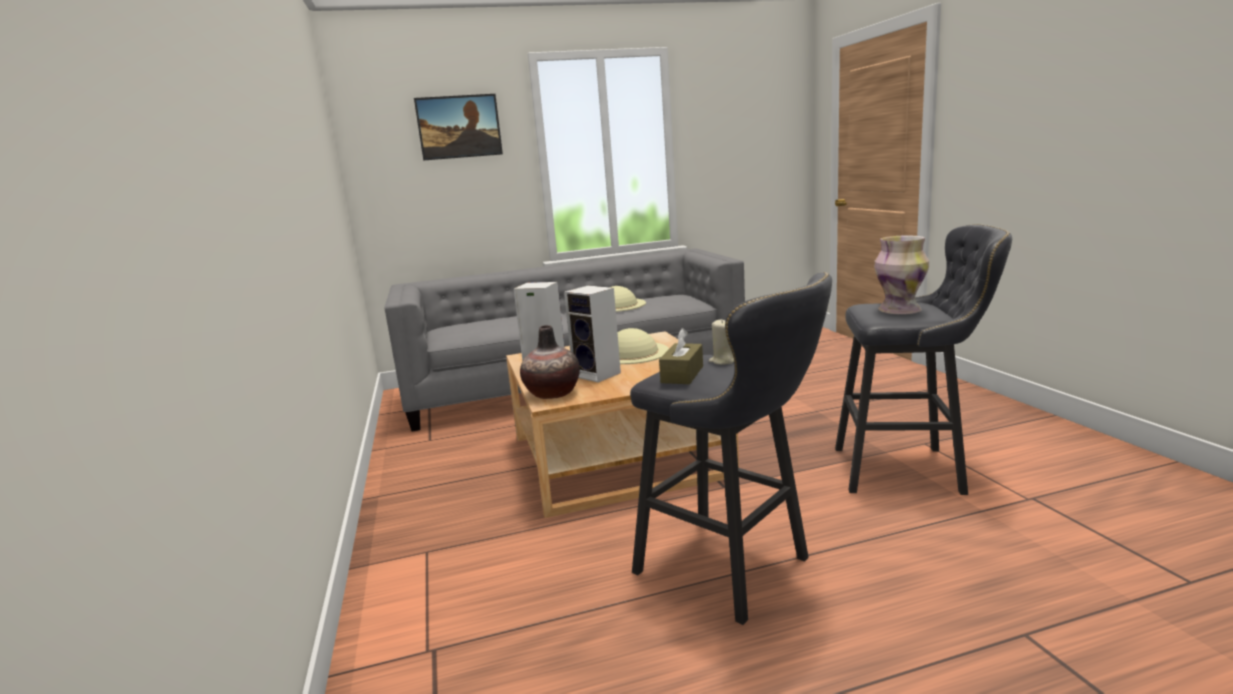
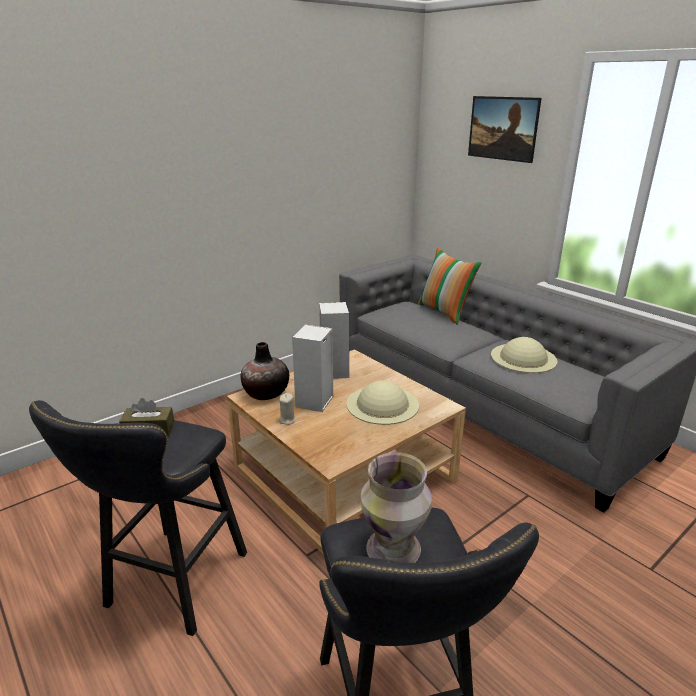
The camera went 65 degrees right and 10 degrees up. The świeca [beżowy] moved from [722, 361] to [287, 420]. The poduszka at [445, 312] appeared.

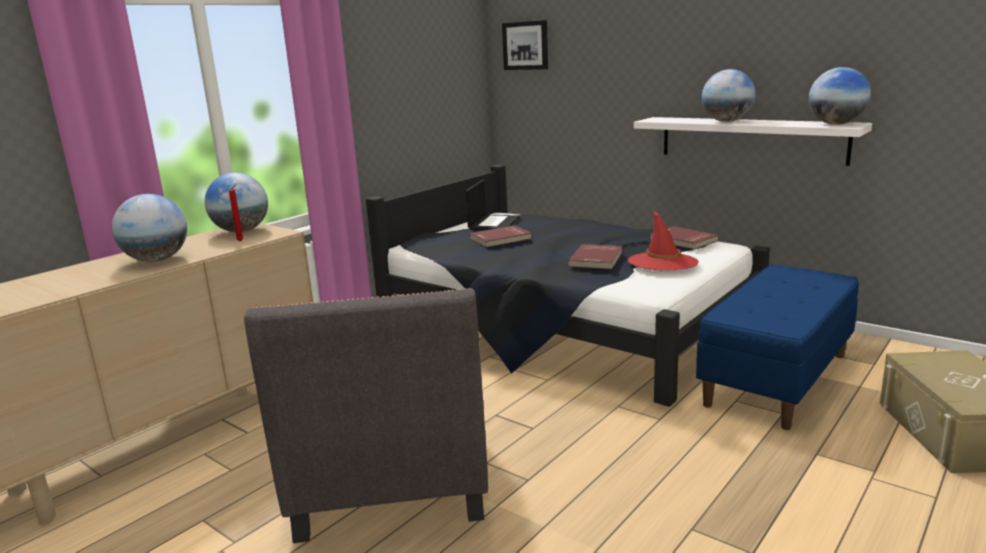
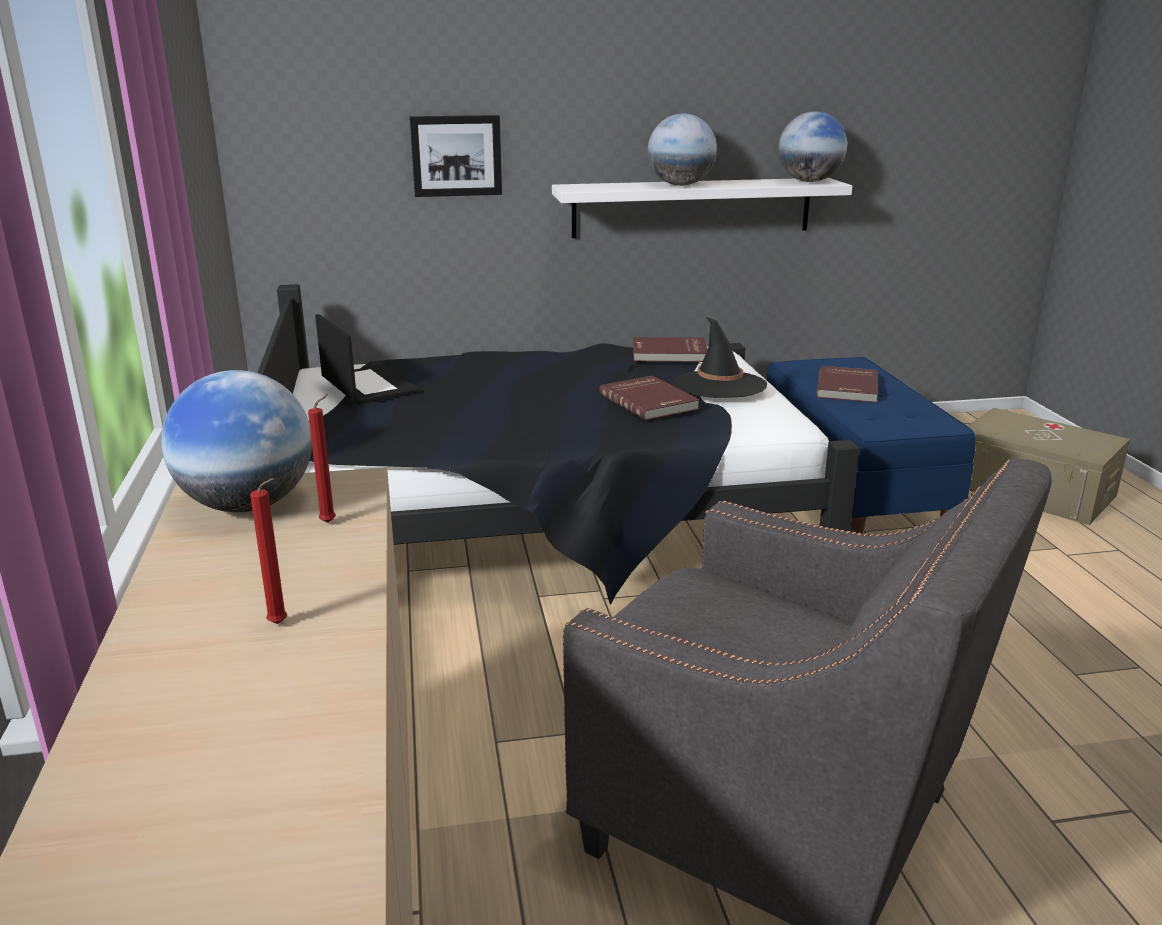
The camera went 50 degrees left and 5 degrees up. The obraz moved from [525, 45] to [456, 155]. The globus at [157, 260] was replaced by the świeca [czerwony] at [280, 624]. The kapelusz [czerwony] at [662, 262] became the kapelusz [czarny] at [719, 385]. The książka [czerwony] moved from [501, 239] to [849, 388].

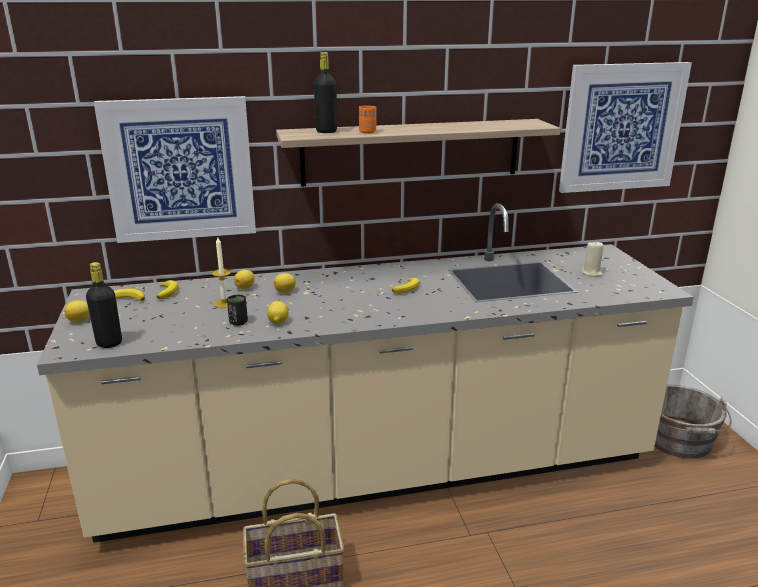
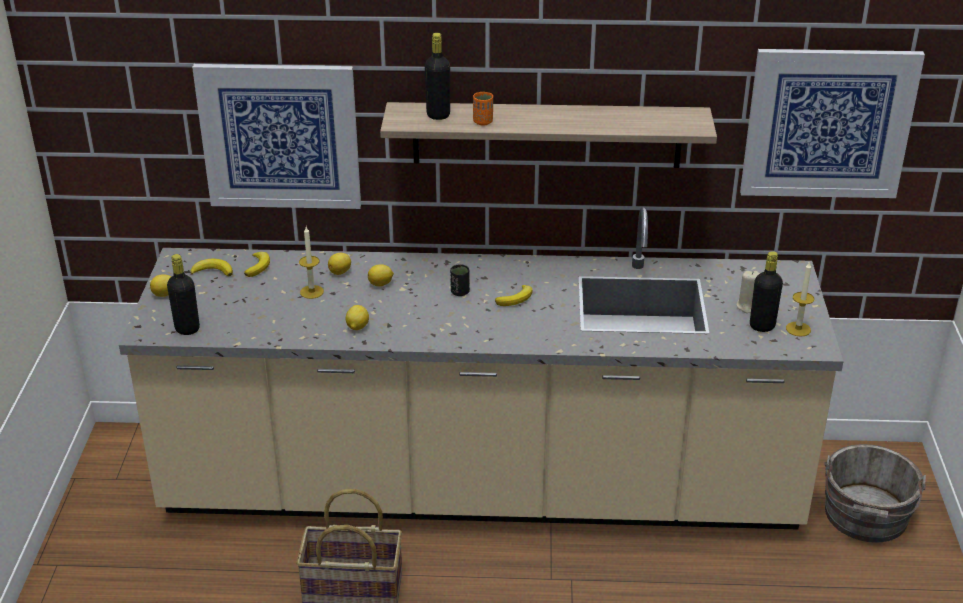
The camera went 15 degrees right and 10 degrees up. The filiżanka [czarny] moved from [238, 322] to [460, 292]. The butelka [czarny] at [762, 326] appeared. The świeca at [798, 329] appeared.

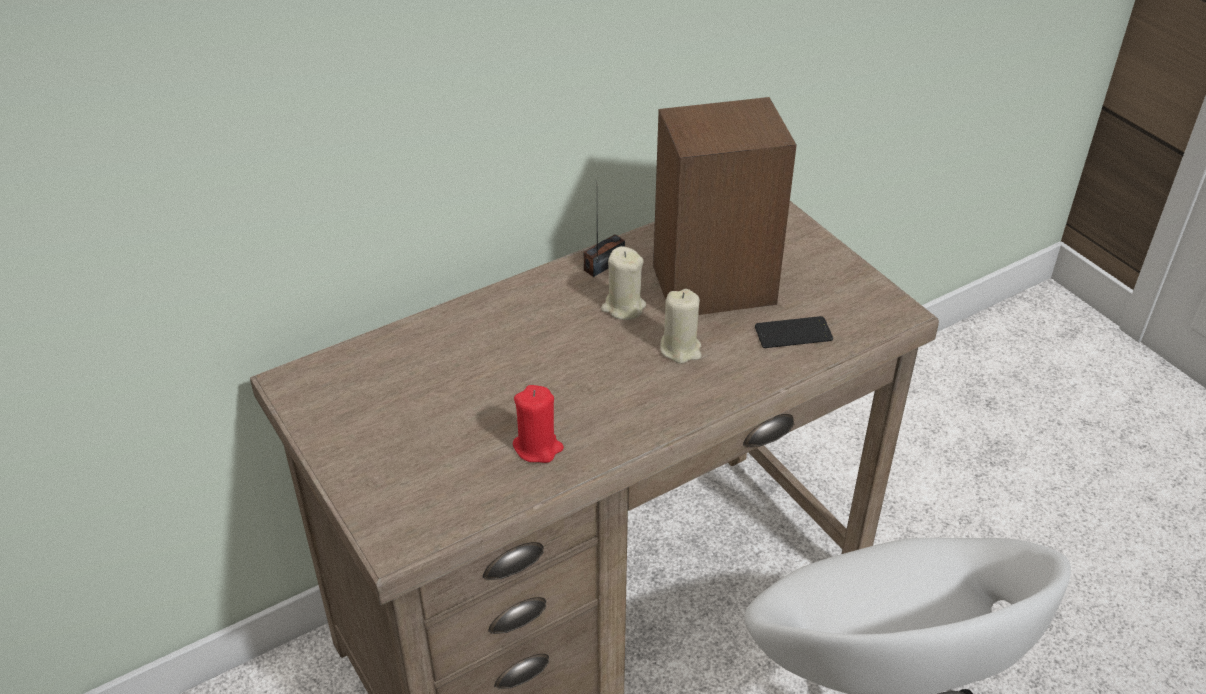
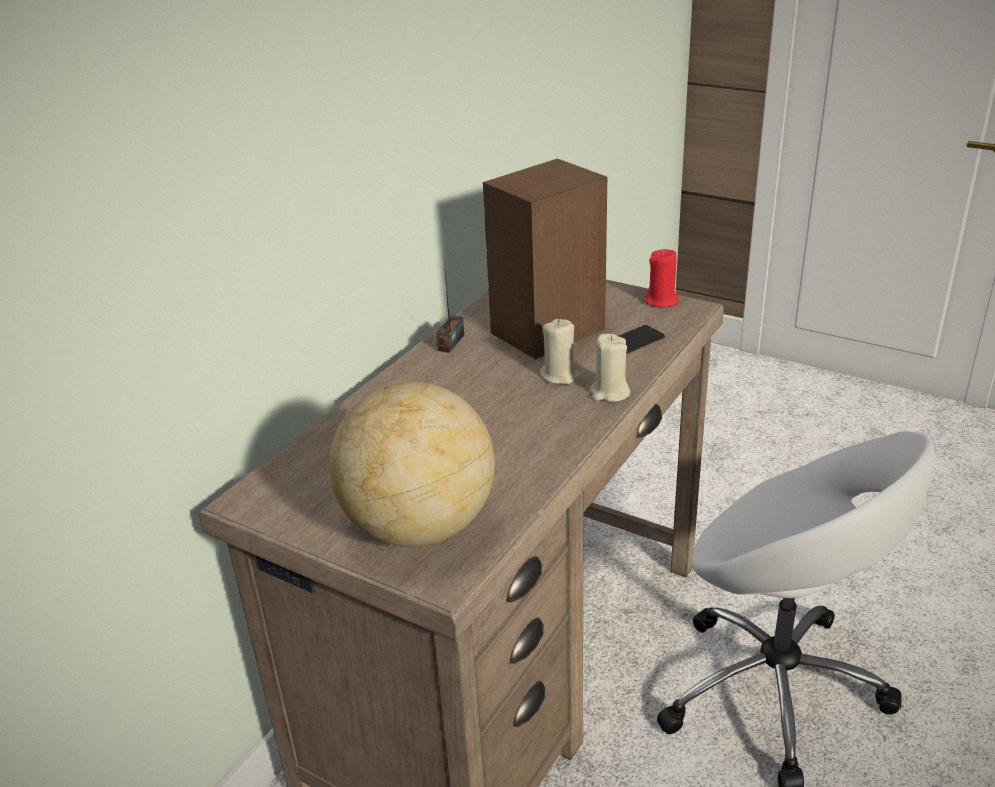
The camera went 25 degrees left and 10 degrees down. The świeca [beżowy] moved from [623, 307] to [609, 393]. The świeca [czerwony] moved from [538, 447] to [662, 301]. The globus at [418, 527] appeared.

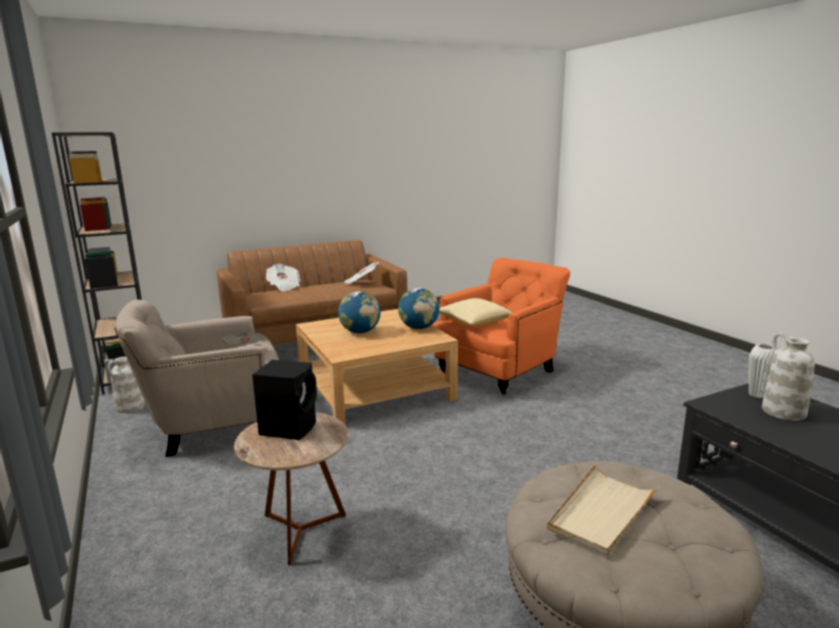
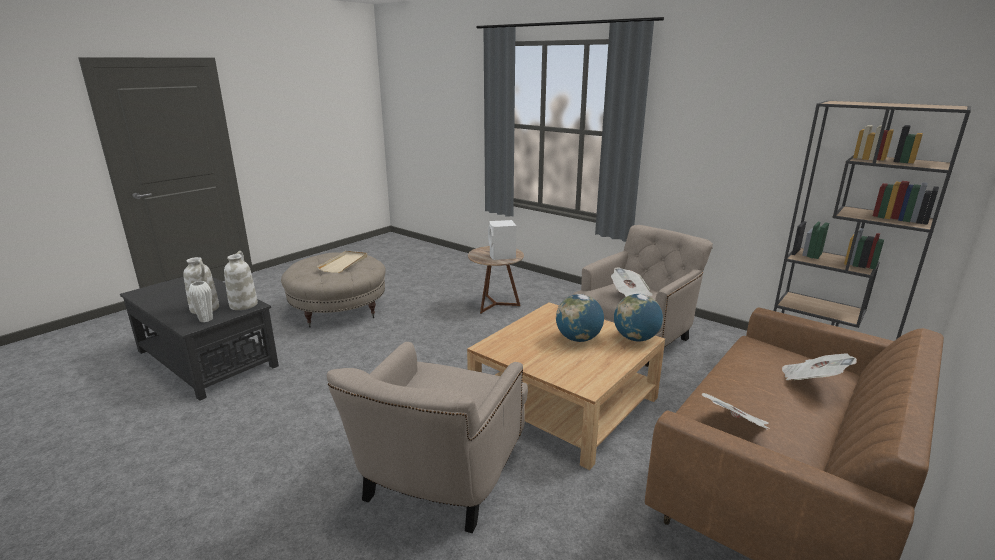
The camera went 155 degrees right and 5 degrees up. The fotel [pomarańczowy] at [500, 370] became the fotel [beżowy] at [439, 478]. The globus moved from [419, 328] to [635, 338]. The poduszka at [473, 323] disappeared. The wazon [biały] moved from [130, 407] to [243, 304]. The głośnik [czarny] at [289, 427] became the głośnik [biały] at [502, 256].

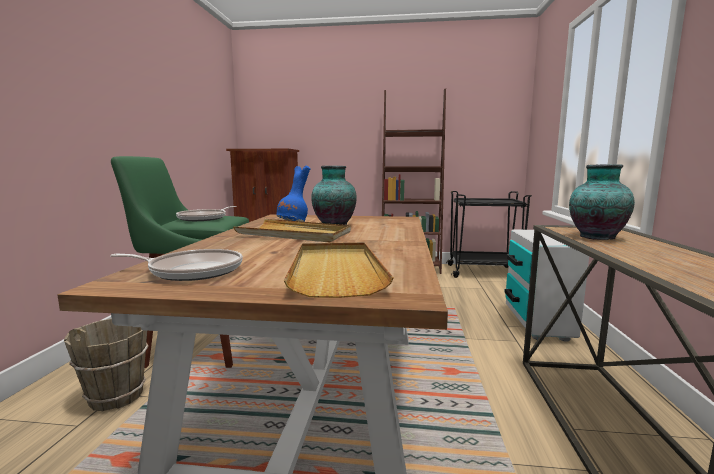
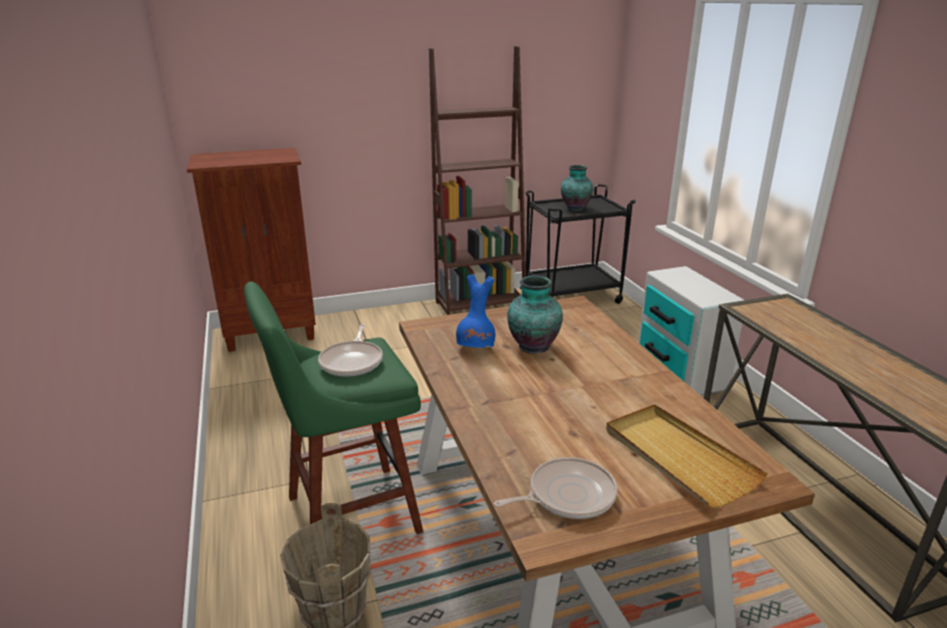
The camera went 25 degrees left and 15 degrees up. The wazon moved from [595, 237] to [574, 208]. The taca [beżowy] at [295, 234] disappeared.

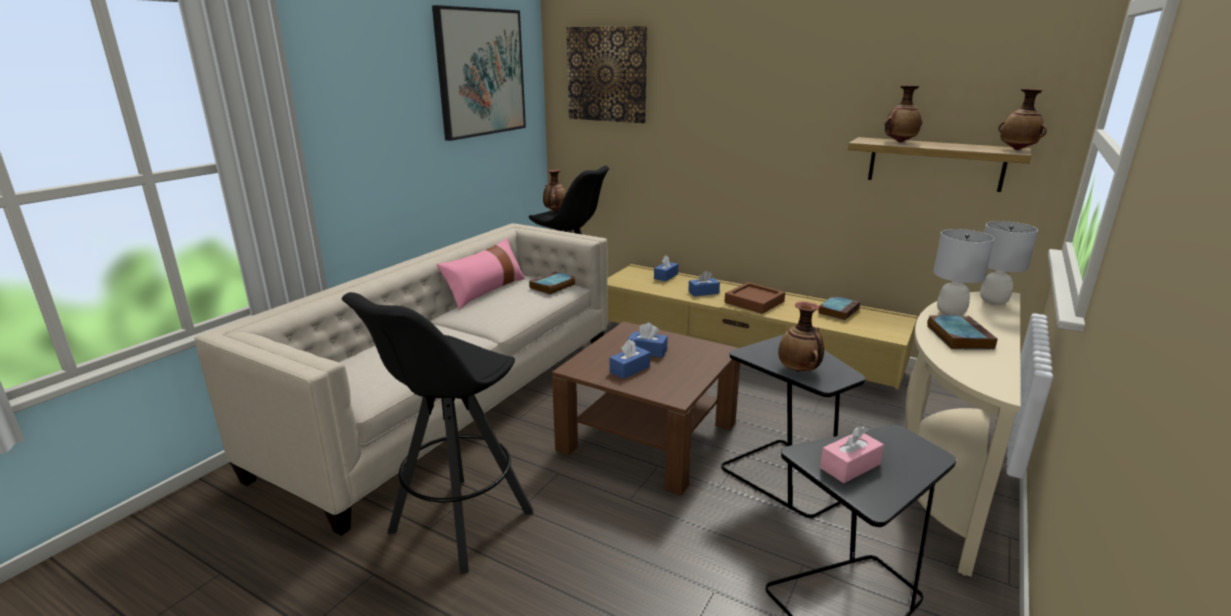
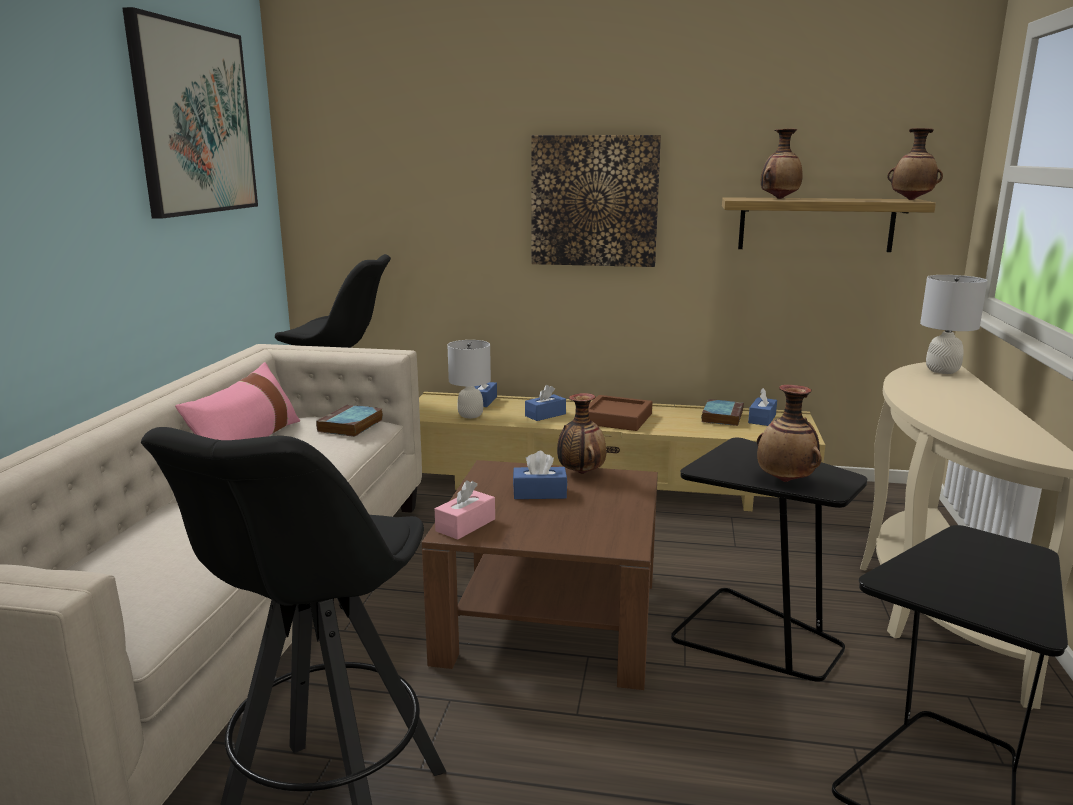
The camera went 20 degrees left and 5 degrees down. The obraz moved from [607, 74] to [594, 201]. The wazon moved from [555, 211] to [580, 473]. The lampa stołowa [szary] moved from [951, 313] to [471, 416]. The książka at [958, 336] disappeared. The pudełko chusteczek [niebieski] moved from [629, 369] to [762, 419]. The pudełko chusteczek [różowy] moved from [850, 466] to [465, 525].

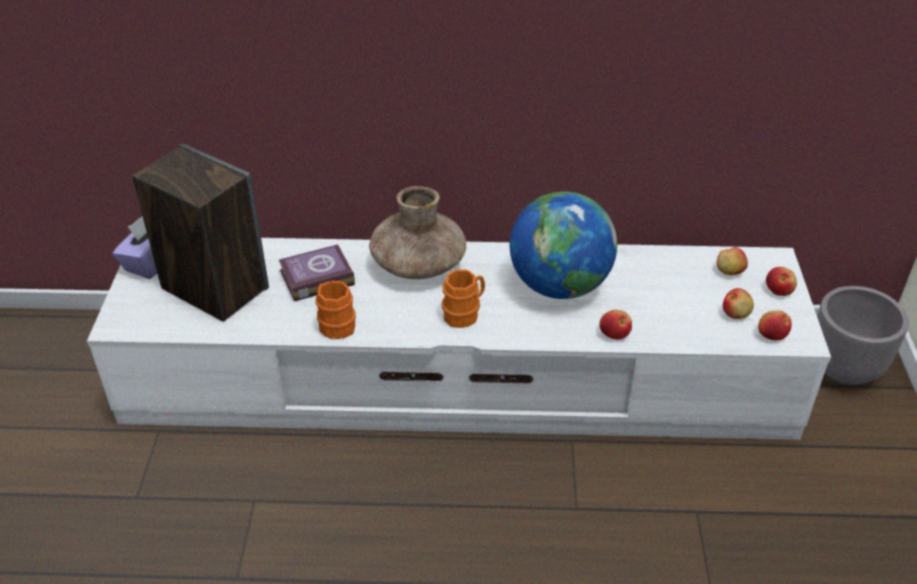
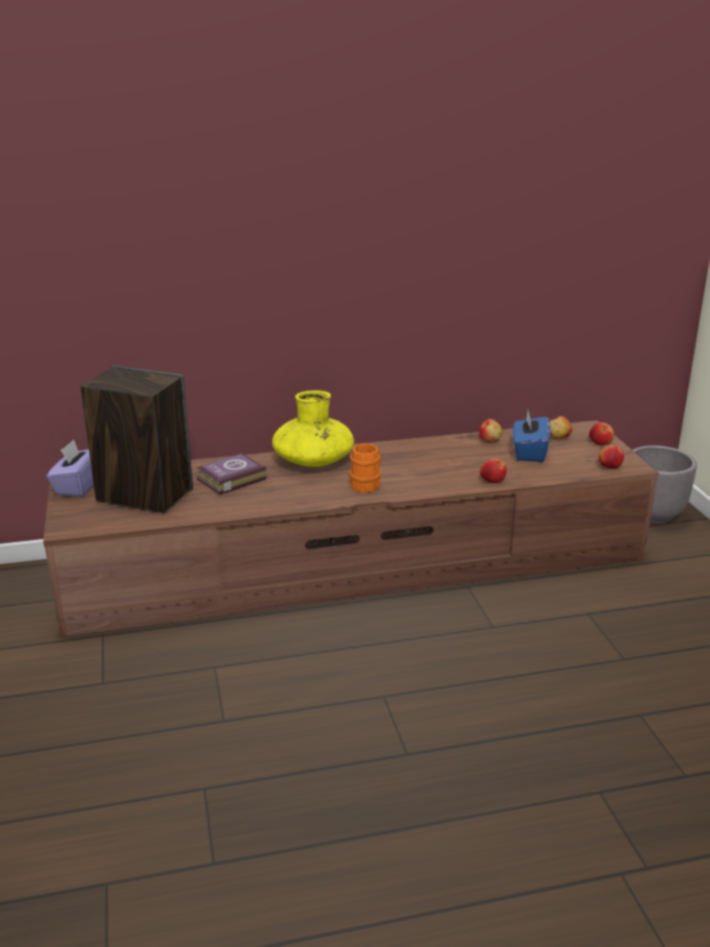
The camera went 15 degrees left and 15 degrees down. The wazon [brązowy] at [418, 264] became the wazon [żółty] at [313, 461]. The globus at [559, 286] disappeared. The szafka pod telewizor [biały] at [458, 375] became the szafka pod telewizor [brązowy] at [354, 560]. The kubek [pomarańczowy] at [334, 324] disappeared. The jabłko moved from [736, 313] to [490, 440]. The pudełko chusteczek [niebieski] at [529, 452] appeared.

